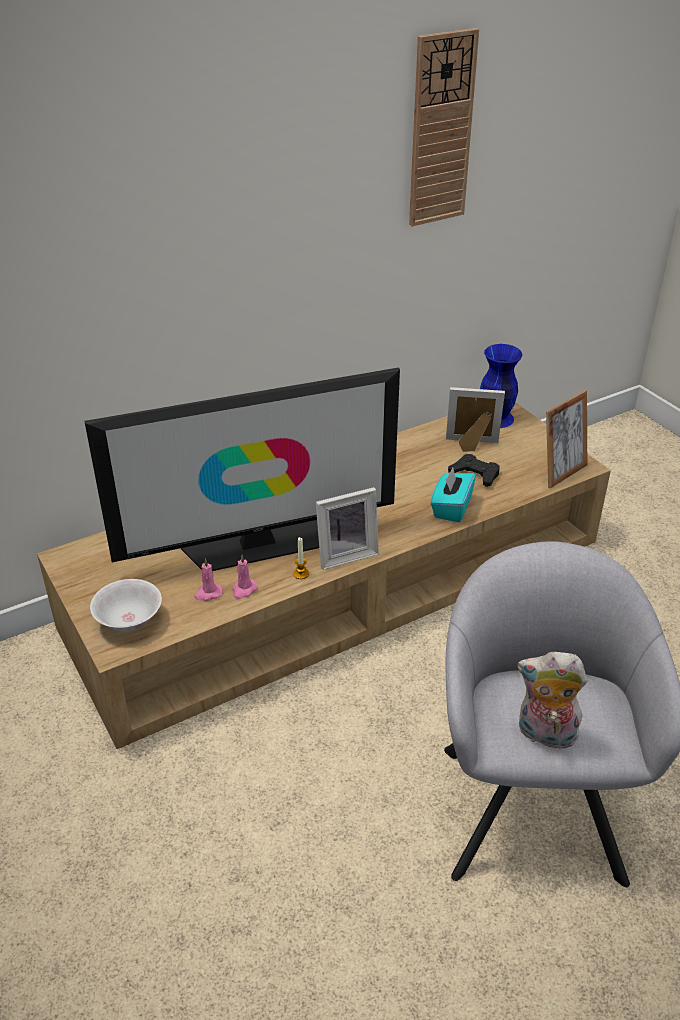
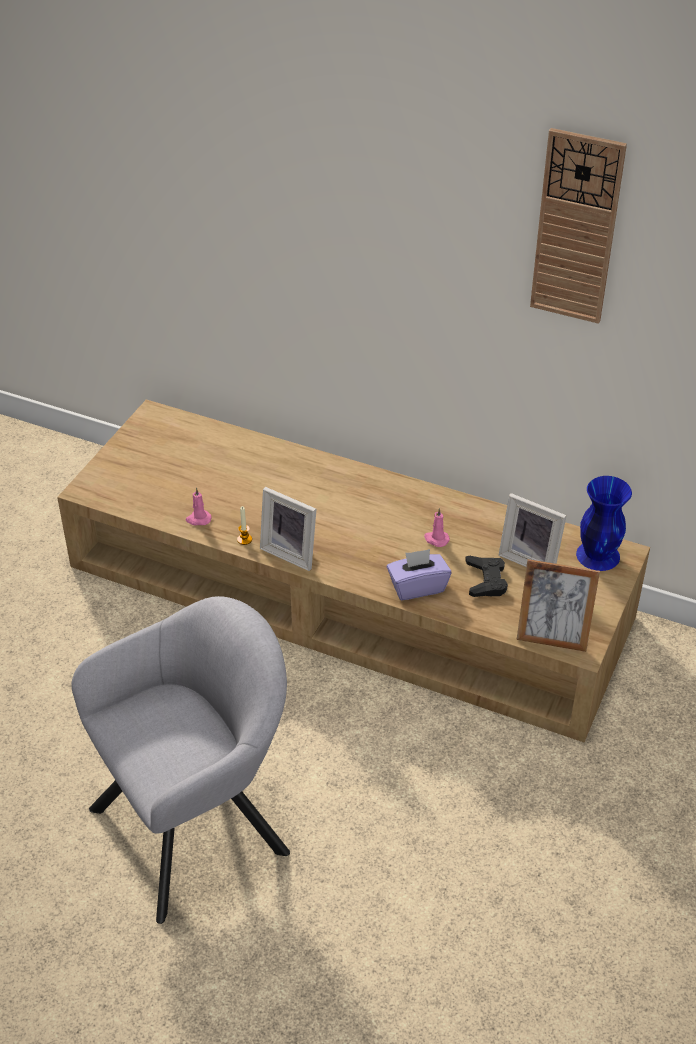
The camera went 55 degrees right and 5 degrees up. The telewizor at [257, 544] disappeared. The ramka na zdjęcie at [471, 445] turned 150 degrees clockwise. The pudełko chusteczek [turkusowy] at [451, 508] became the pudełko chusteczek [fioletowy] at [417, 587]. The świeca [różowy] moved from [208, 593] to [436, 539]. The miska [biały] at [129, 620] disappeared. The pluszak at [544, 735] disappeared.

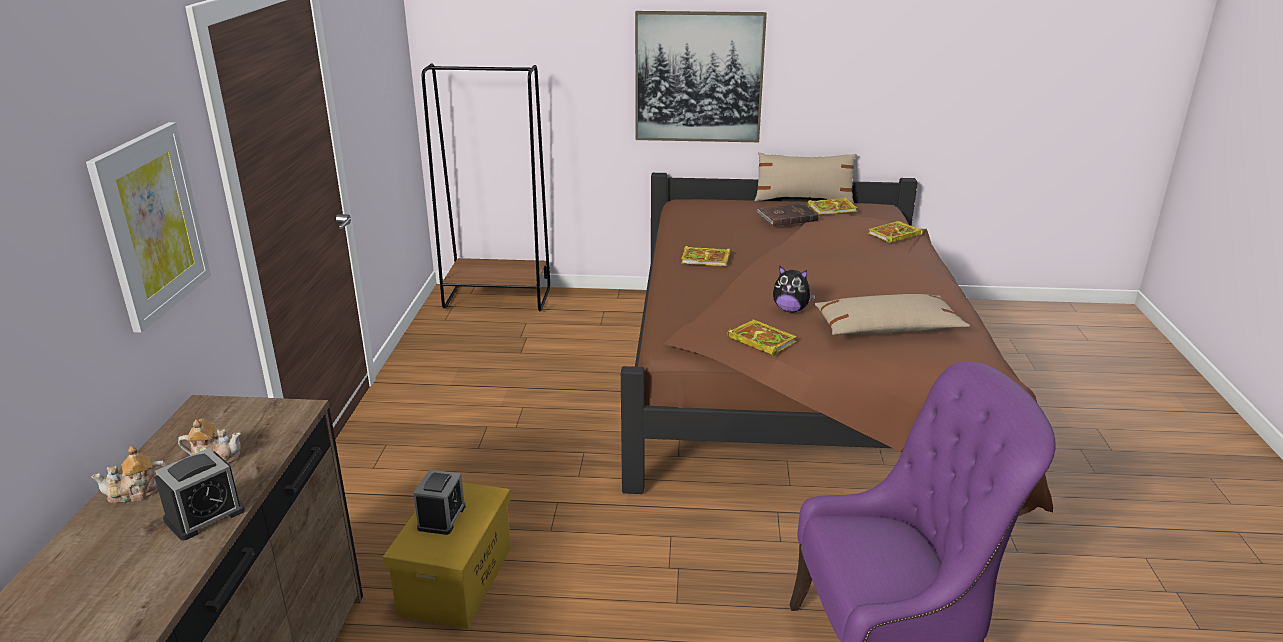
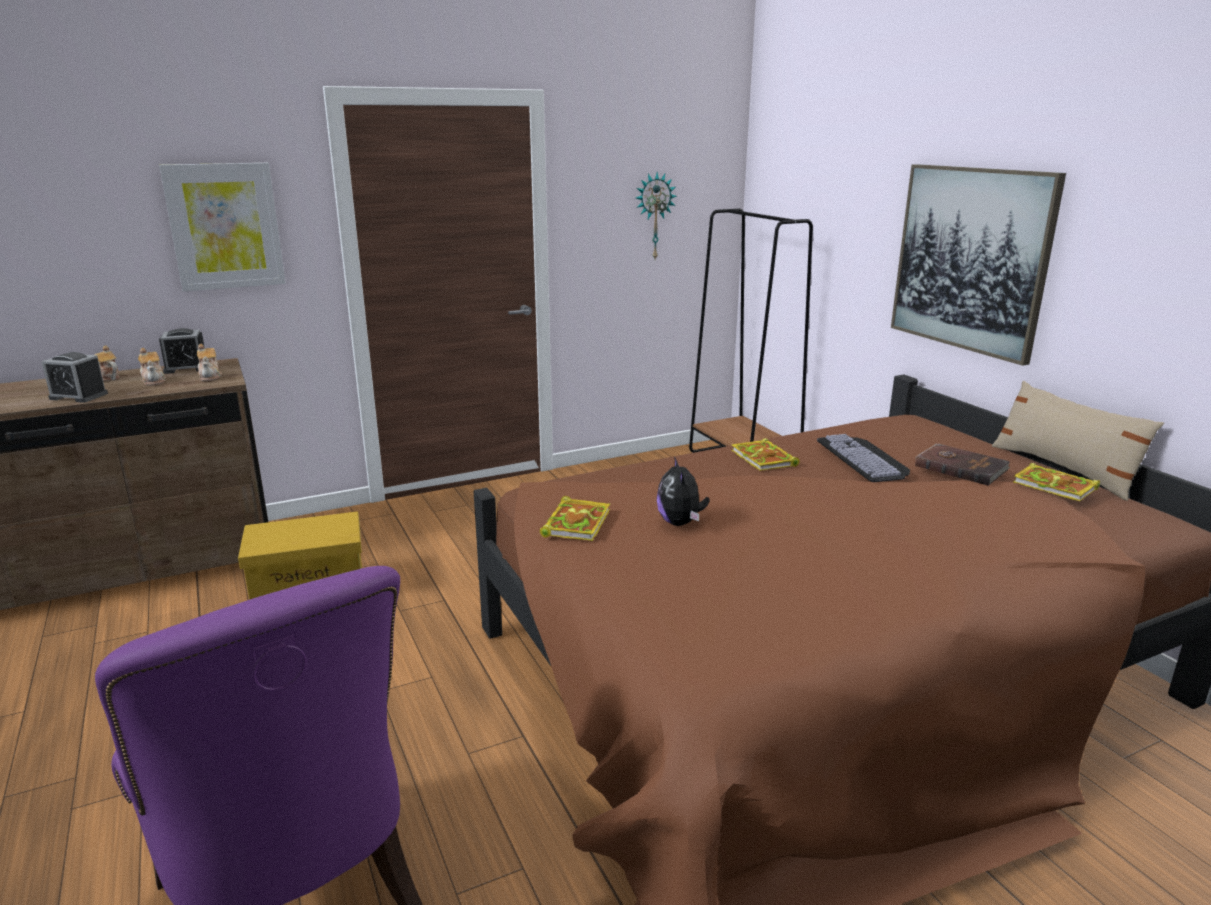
The camera went 60 degrees right and 5 degrees down. The książka at [893, 235] disappeared. The poduszka [beżowy] at [887, 329] disappeared. The budzik moved from [441, 517] to [186, 368]. The zegar ścienny at [654, 216] appeared. The imbryk at [210, 376] appeared. The klawiatura at [865, 458] appeared.

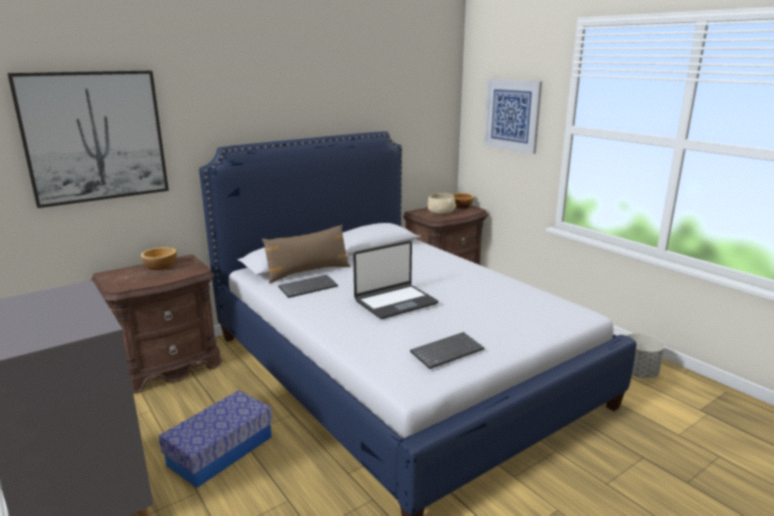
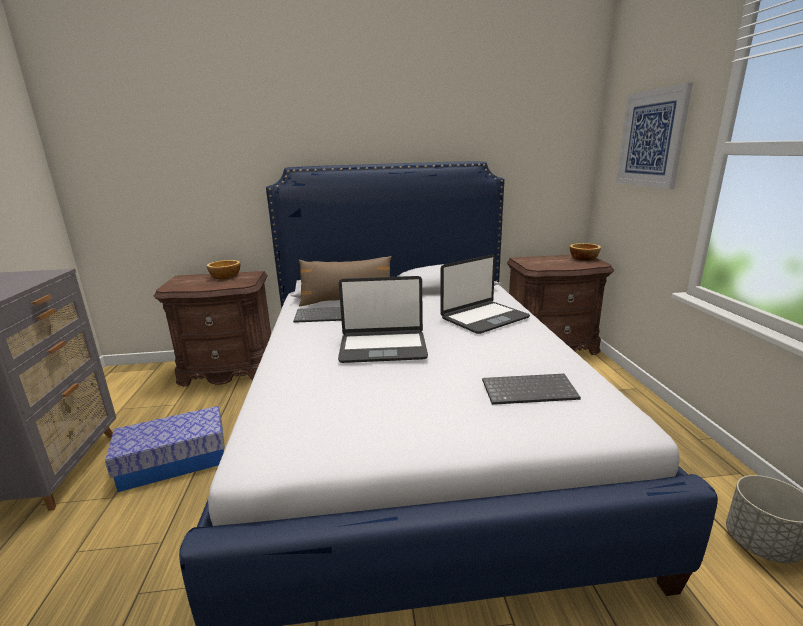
The camera went 30 degrees right and 0 degrees up. The obraz at [95, 137] disappeared. The miska [beżowy] at [441, 212] disappeared. The klawiatura moved from [447, 351] to [530, 390]. The laptop at [484, 318] appeared.

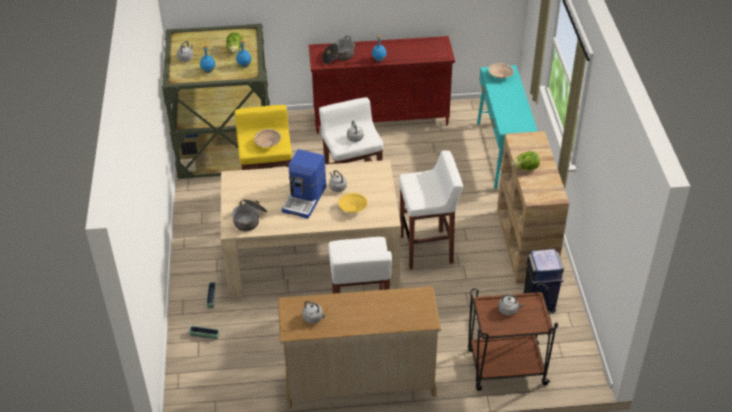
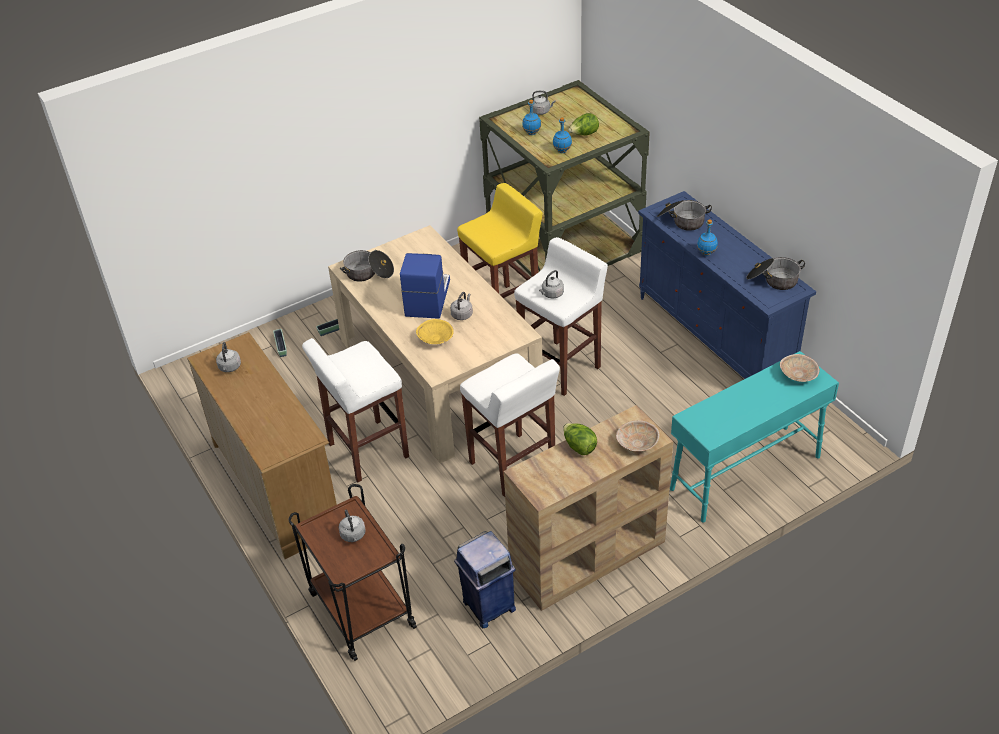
The camera went 65 degrees right and 0 degrees up. The komoda [czerwony] at [381, 119] became the komoda [niebieski] at [714, 338]. The miska [beżowy] moved from [267, 144] to [636, 443]. The ekspres do kawy at [305, 199] turned 105 degrees clockwise. The garnek at [773, 280] appeared.

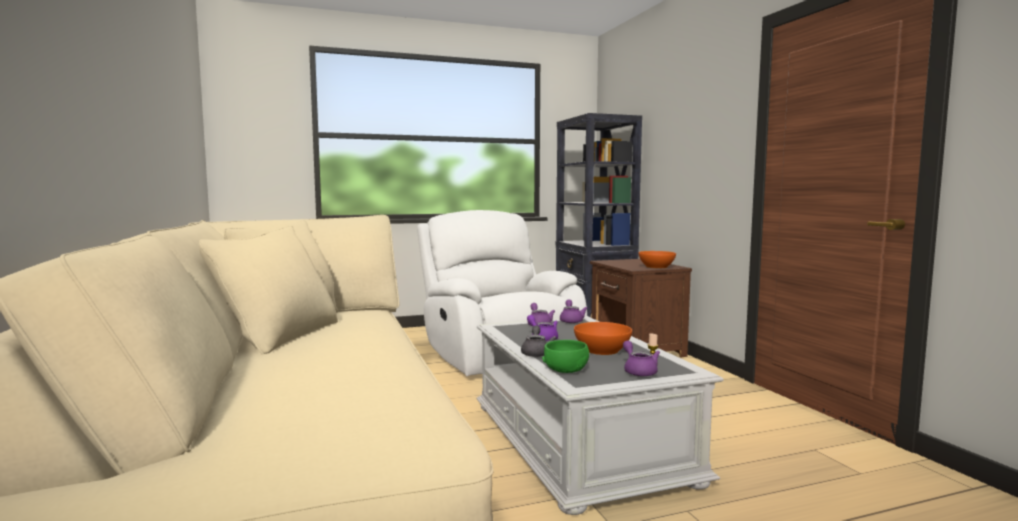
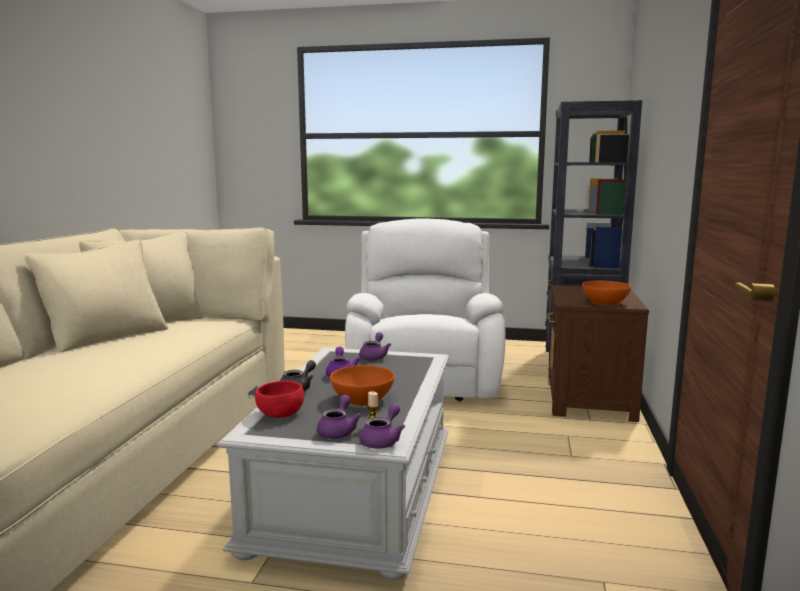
The camera went 30 degrees right and 5 degrees up. The imbryk [fioletowy] moved from [571, 320] to [382, 440]. The miska [zielony] at [566, 369] became the miska [czerwony] at [280, 413].

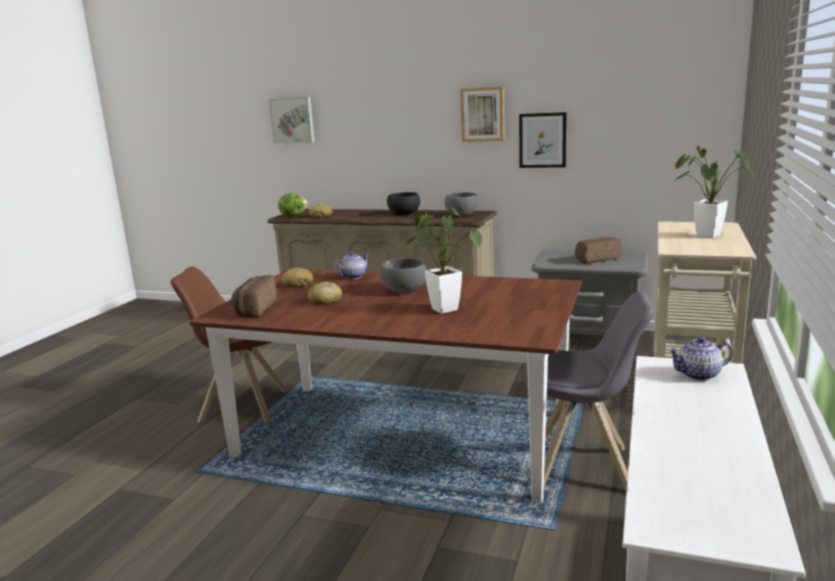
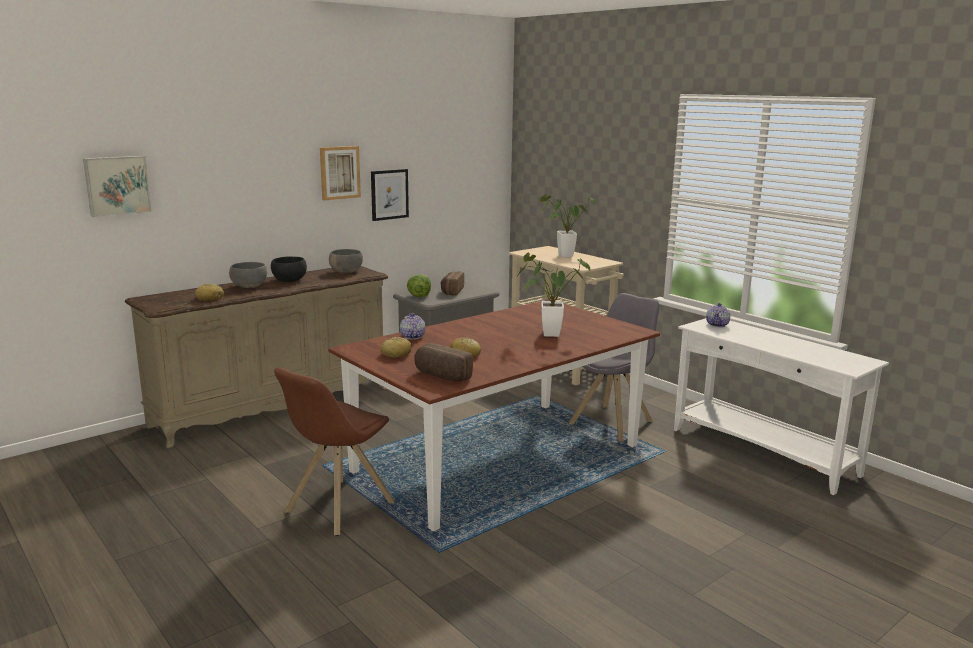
The camera went 60 degrees left and 0 degrees up. The sałata moved from [293, 216] to [419, 296]. The miska [szary] moved from [404, 290] to [249, 286].

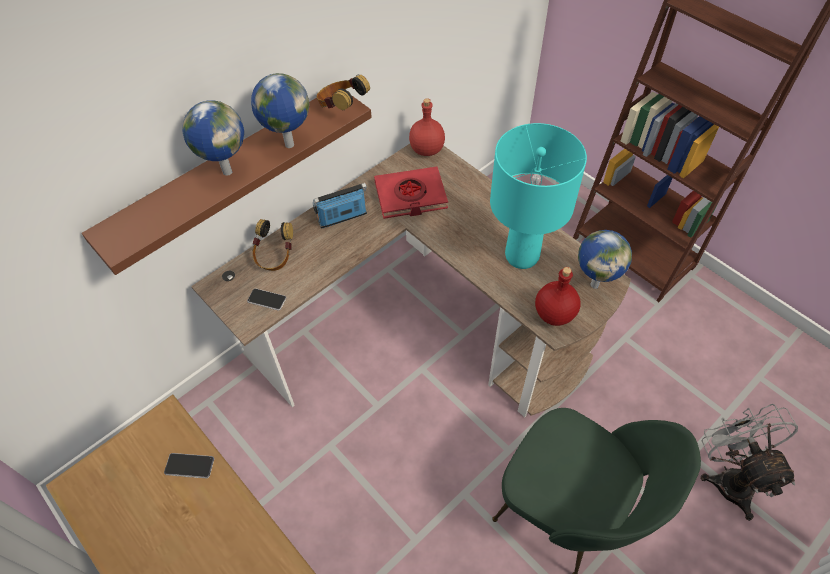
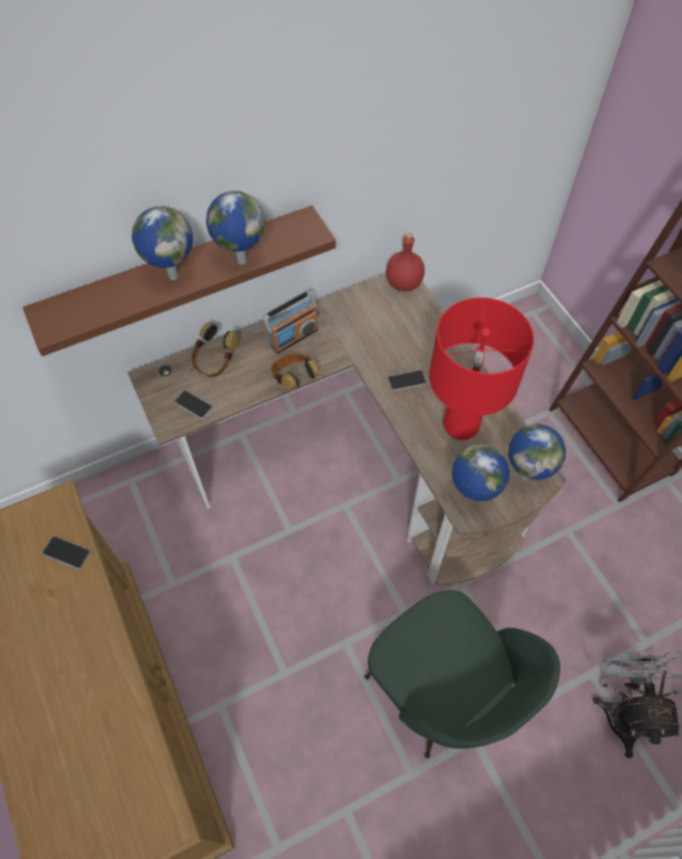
The camera went 15 degrees right and 5 degrees up. The słuchawki moved from [342, 108] to [293, 379]. The lampa stołowa [turkusowy] at [521, 256] became the lampa stołowa [czerwony] at [460, 425]. The książka [czerwony] at [410, 196] disappeared. The radio at [342, 217] turned 150 degrees clockwise. The butelka [czerwony] at [554, 315] was replaced by the globus at [471, 497]. The telefon at [407, 381] appeared.

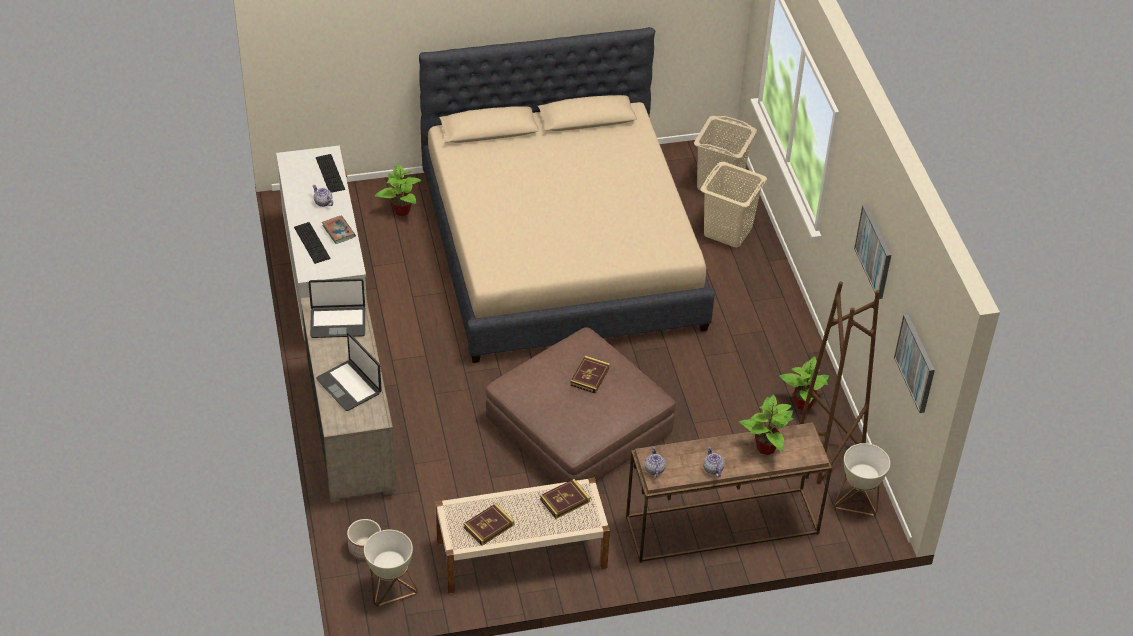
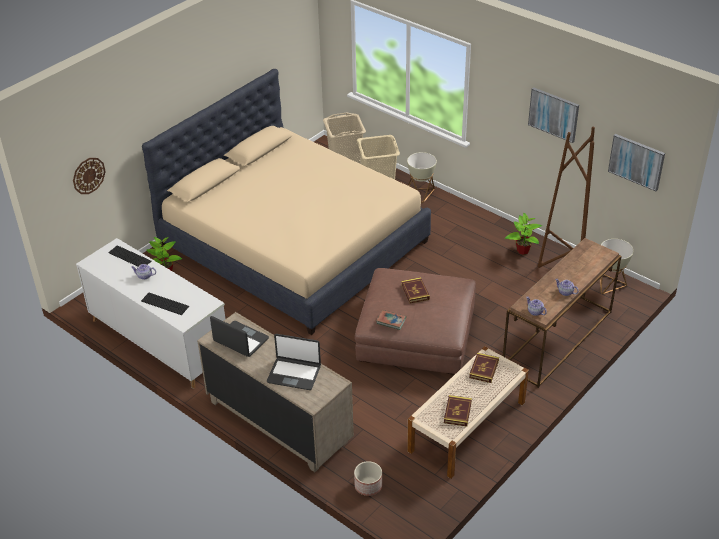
The camera went 35 degrees left and 5 degrees down. The książka moved from [338, 231] to [391, 321]. The laptop at [338, 322] turned 105 degrees counterclockwise. The roślina doniczkowa at [765, 448] disappeared. The donica moved from [390, 590] to [420, 194]. The zegar ścienny at [88, 175] appeared.

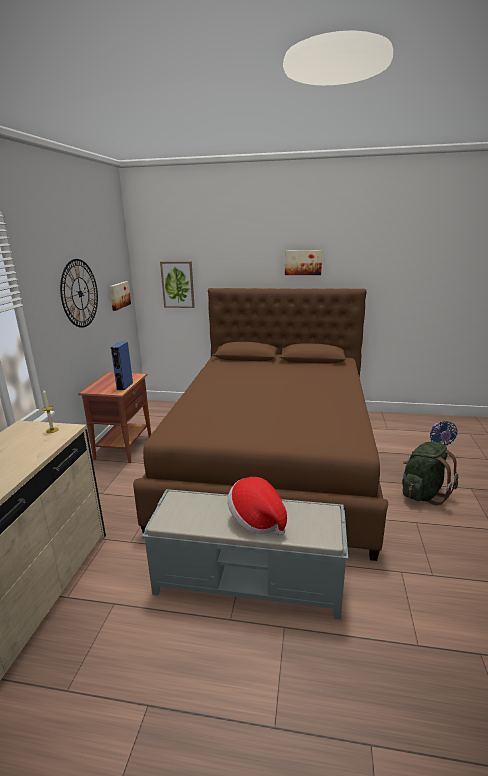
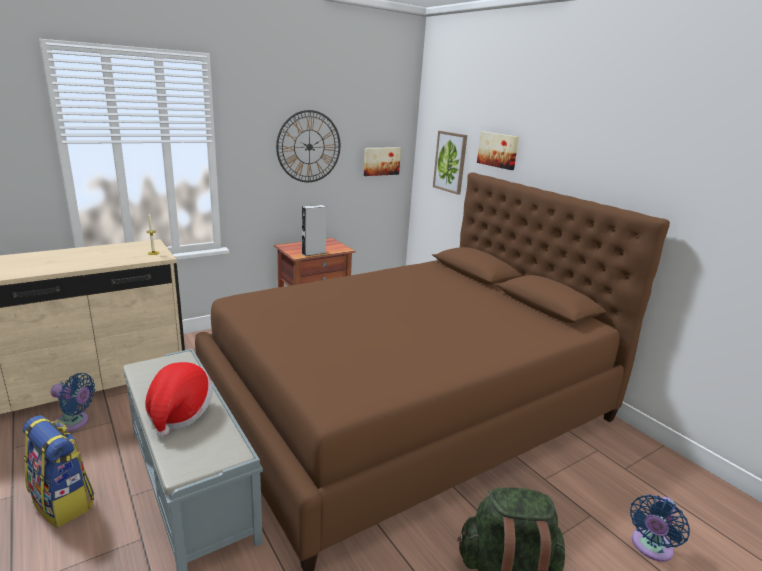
The camera went 45 degrees right and 0 degrees up. The obraz moved from [303, 262] to [498, 150]. The głośnik [niebieski] at [125, 386] became the głośnik [szary] at [313, 253]. The wentylator [niebieski] at [74, 423] appeared. The plecak at [64, 502] appeared.

